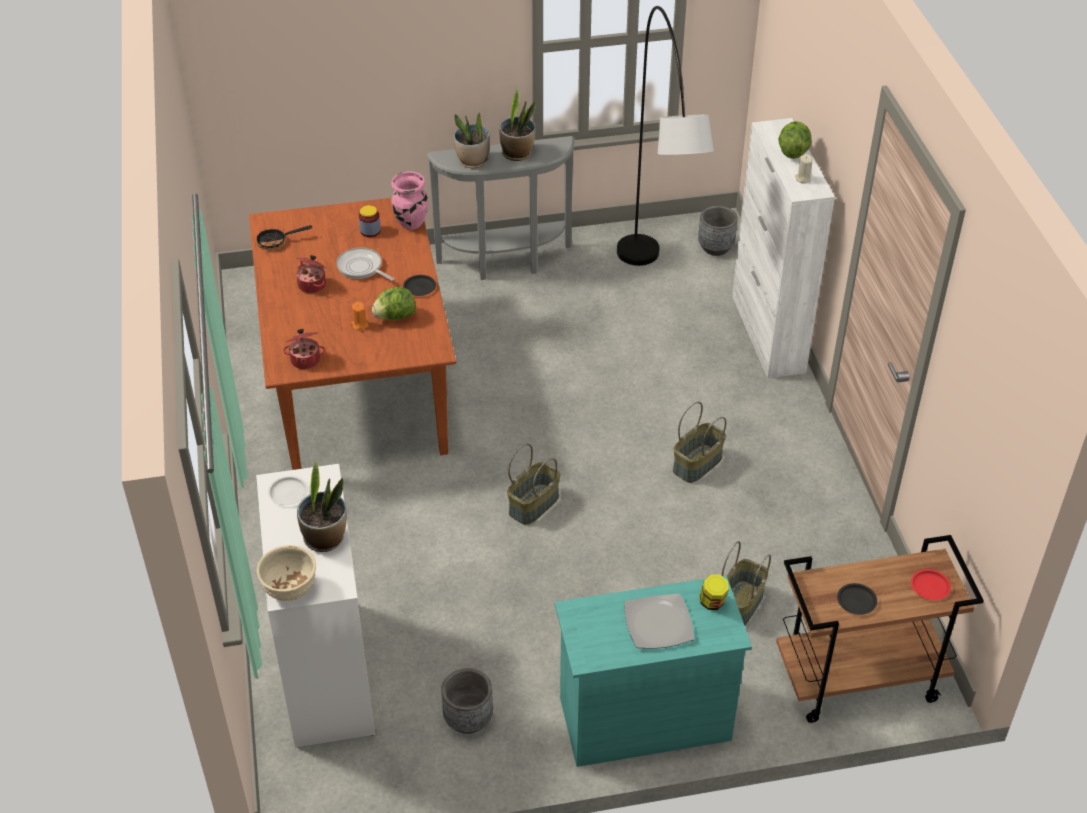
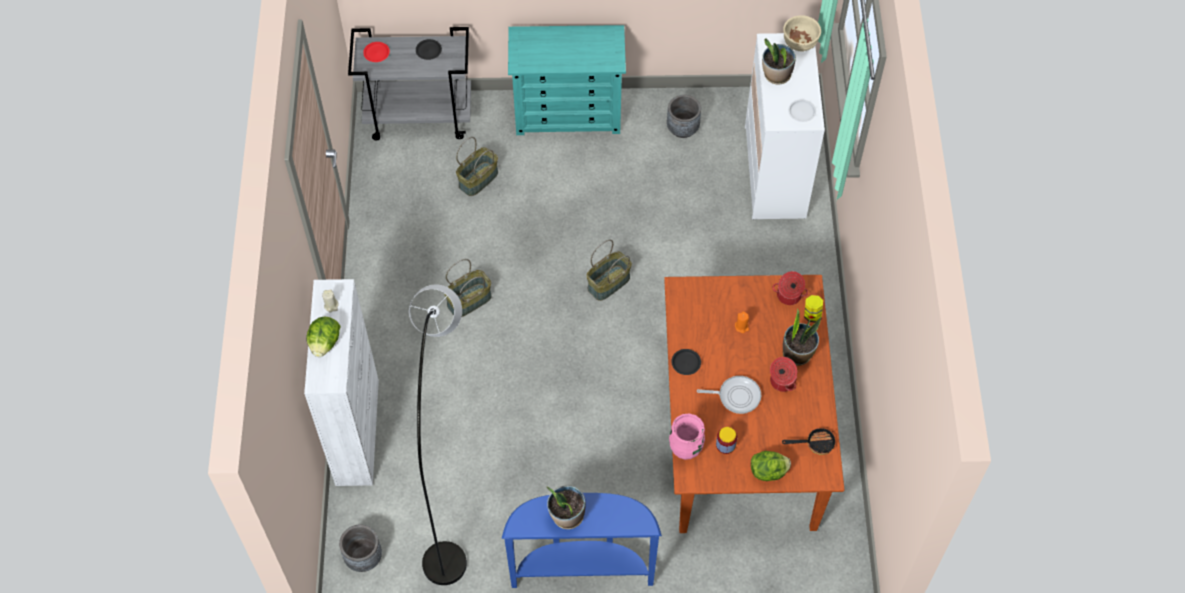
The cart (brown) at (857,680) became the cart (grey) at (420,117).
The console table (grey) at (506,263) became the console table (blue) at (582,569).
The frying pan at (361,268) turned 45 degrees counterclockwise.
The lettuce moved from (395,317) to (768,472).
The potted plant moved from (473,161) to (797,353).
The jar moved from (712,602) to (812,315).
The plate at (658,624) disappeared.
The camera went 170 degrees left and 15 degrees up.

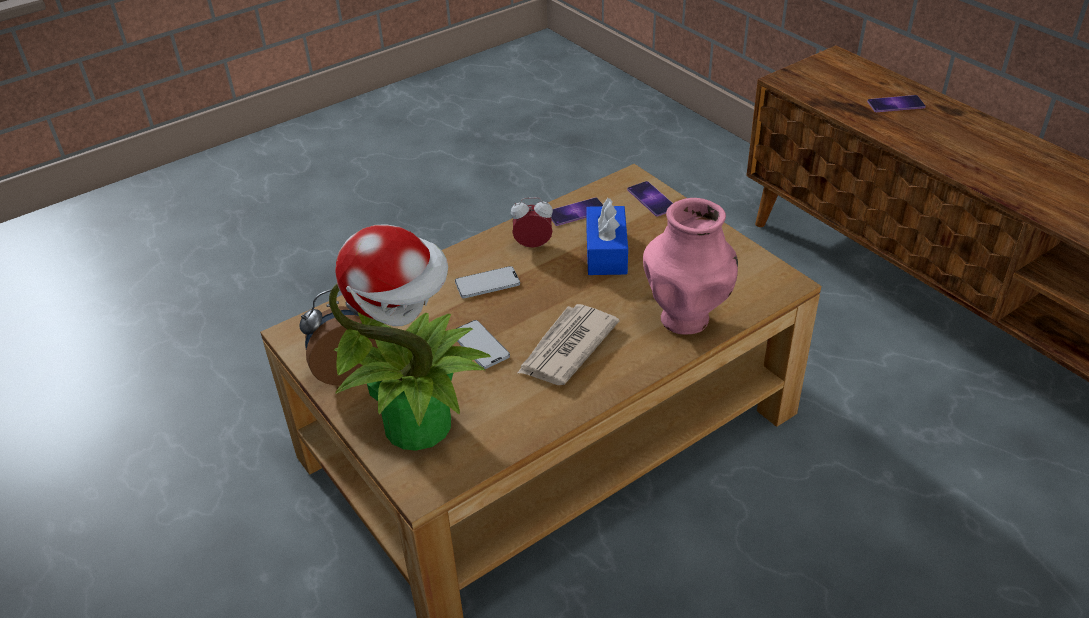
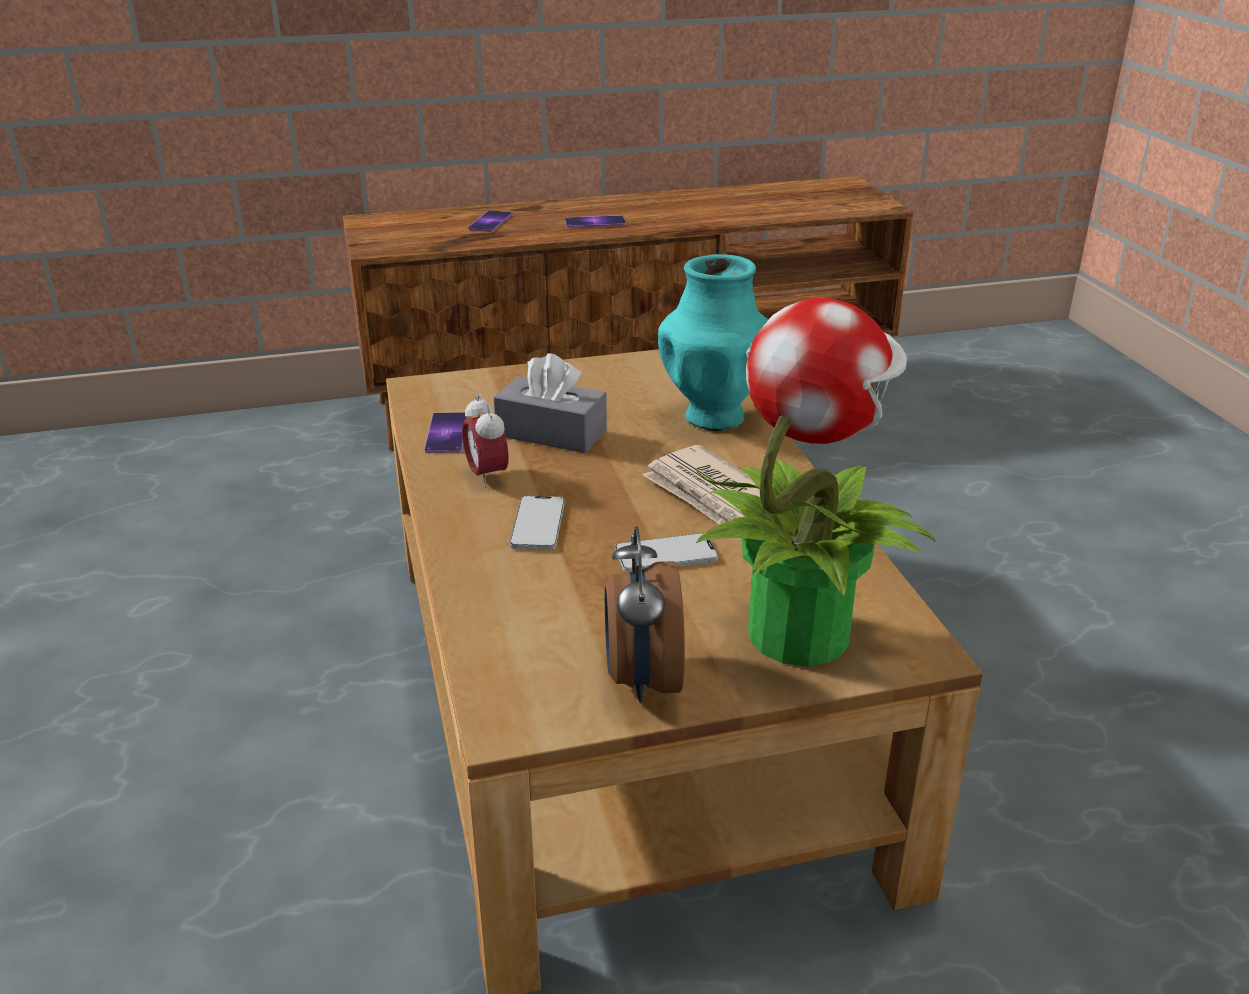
The alarm clock at (533,245) turned 45 degrees counterclockwise.
The tissue box (blue) at (606,252) became the tissue box (grey) at (551,433).
The phone moved from (651,199) to (595,222).
The vase (pink) at (686,318) became the vase (turquoise) at (714,417).
The camera went 70 degrees left and 10 degrees down.

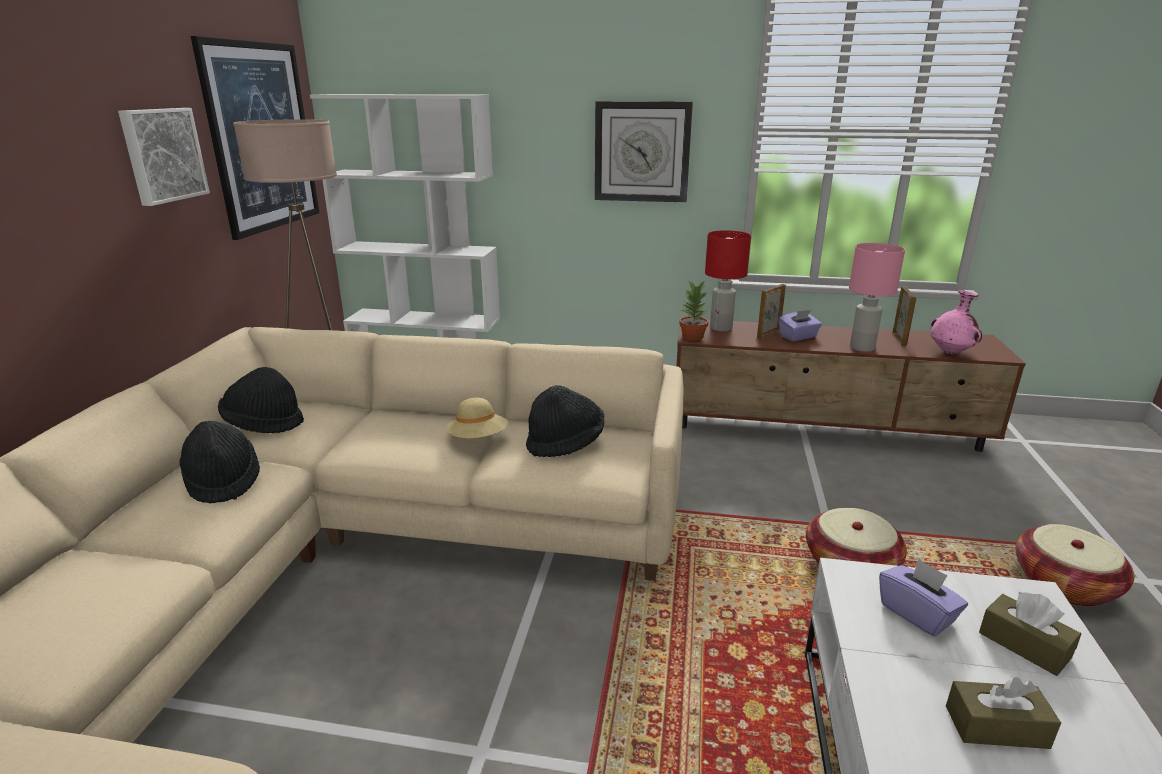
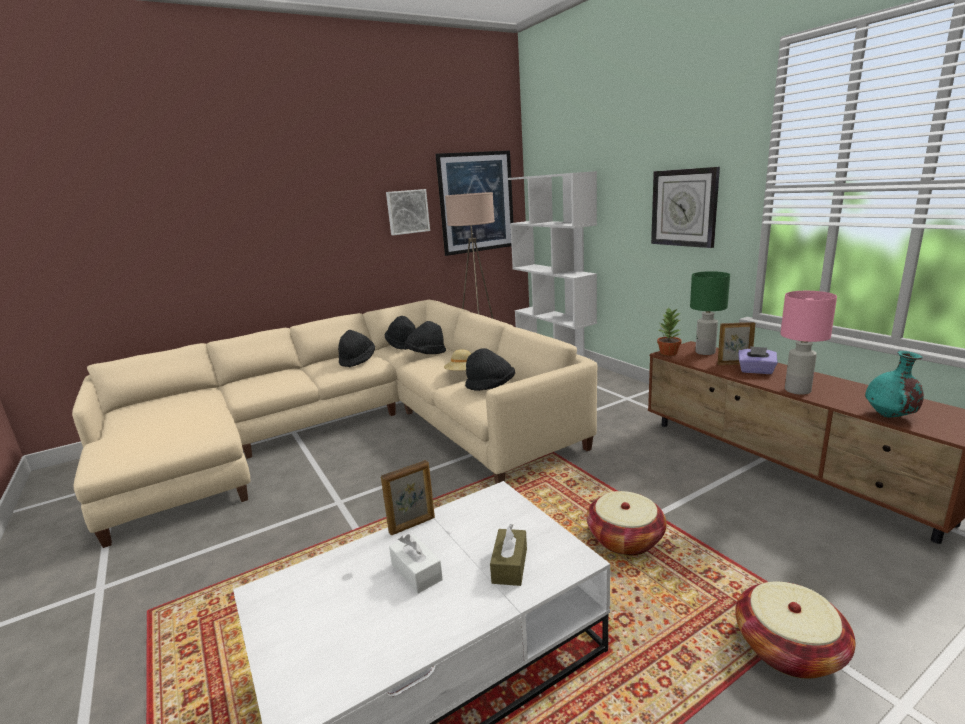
The picture frame moved from (899,339) to (412,525).
The tissue box (brown) at (996,727) became the tissue box (white) at (416,572).
The hat (black) at (426,354) appeared.
The table lamp (red) at (721,328) became the table lamp (green) at (705,352).
The vase (pink) at (950,352) became the vase (turquoise) at (890,416).
The tissue box (purple) at (917,613) disappeared.
The camera went 50 degrees right and 5 degrees down.

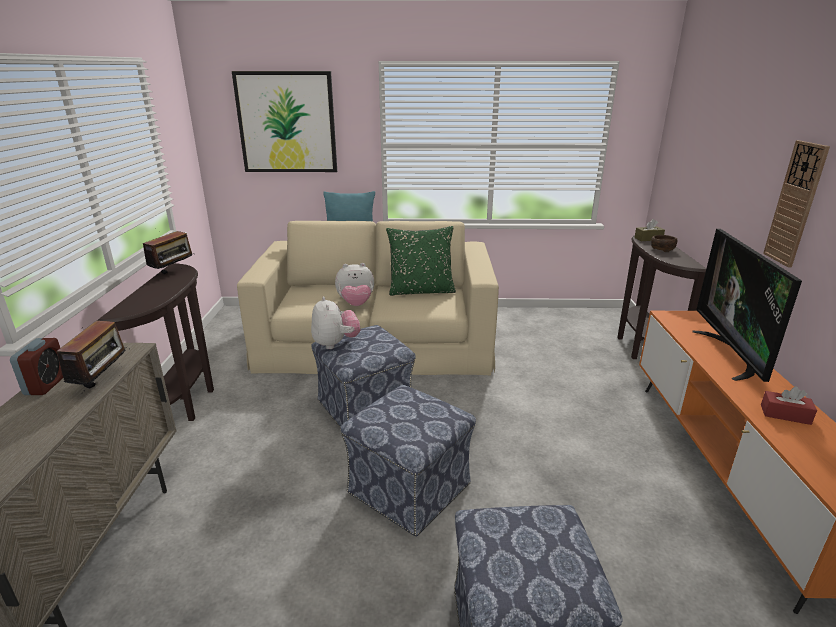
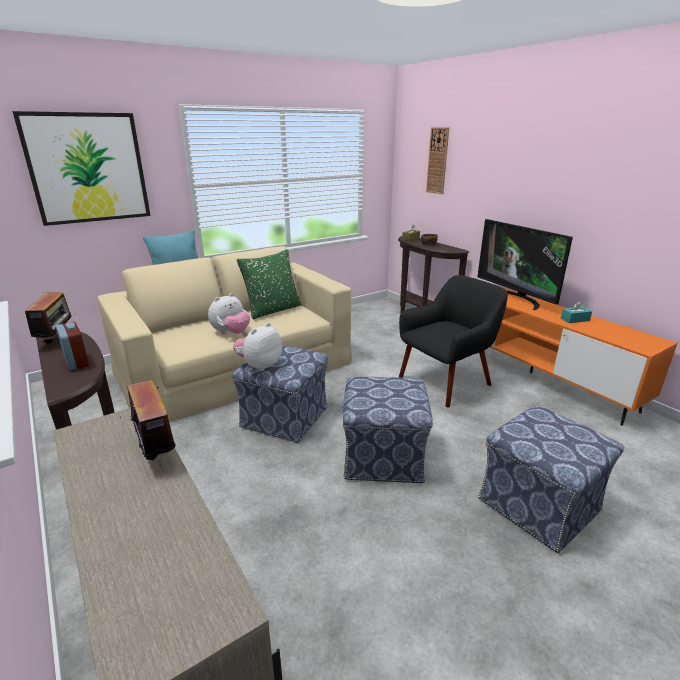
The alarm clock moved from (46,384) to (77,362).
The plush toy at (335,344) turned 90 degrees counterclockwise.
The armchair (black) at (446,381) appeared.
The wall clock moved from (795,204) to (437,161).
The tissue box (red) at (785,414) became the tissue box (turquoise) at (575,319).
The camera went 35 degrees left and 0 degrees up.

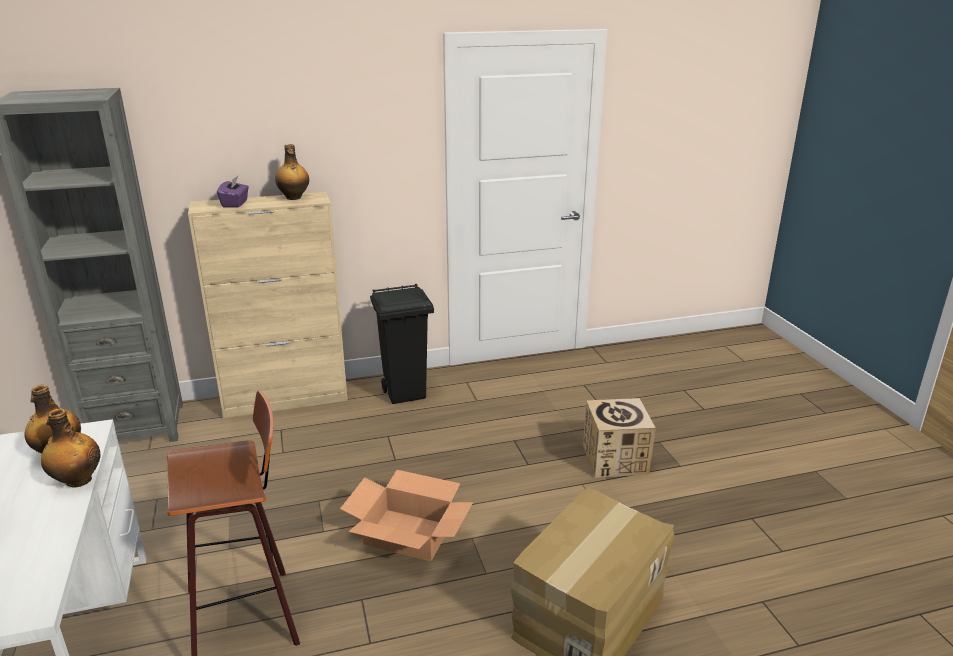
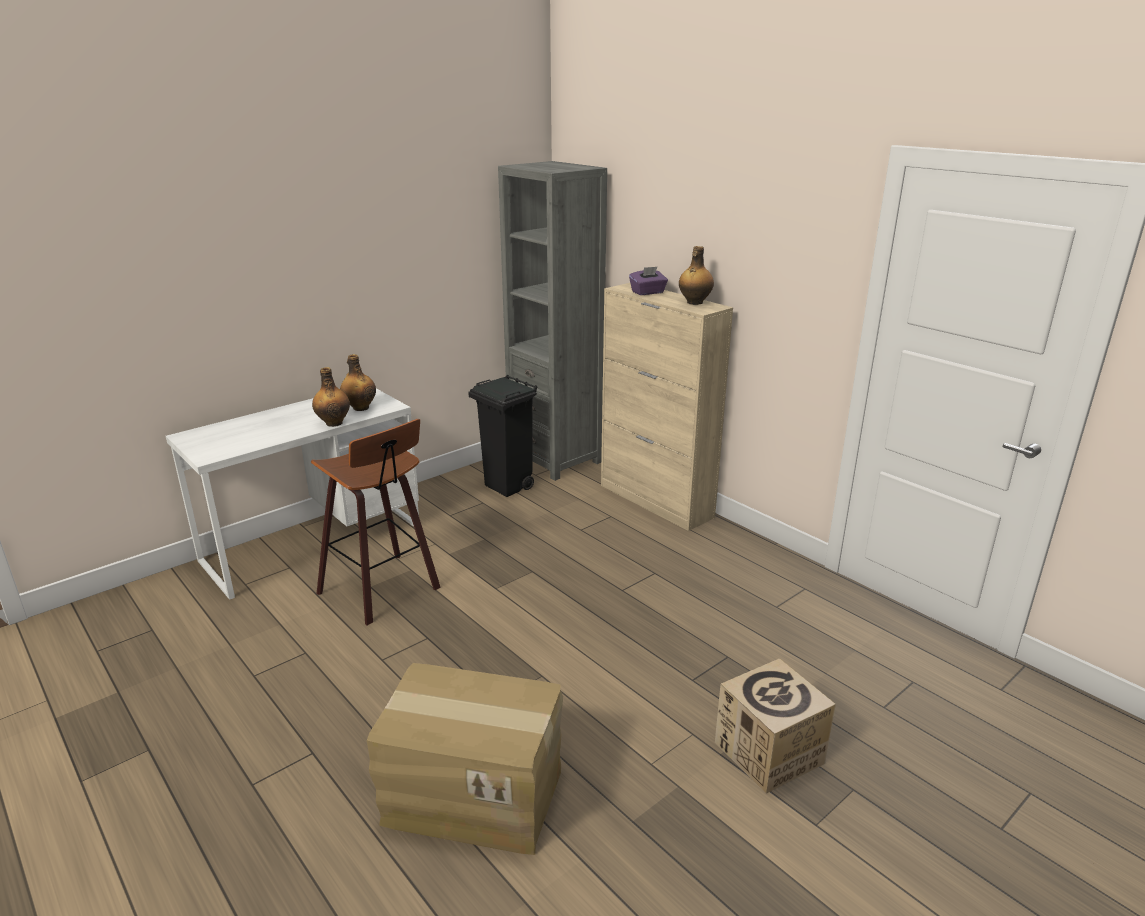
The trash can (black) moved from (406,394) to (508,487).
The cardboard box at (408,534) disappeared.
The camera went 65 degrees right and 0 degrees up.

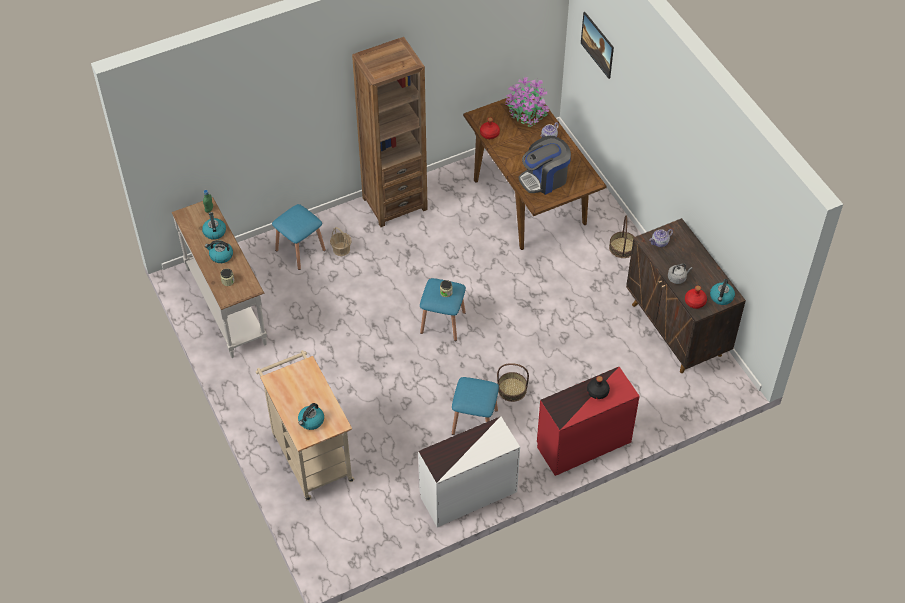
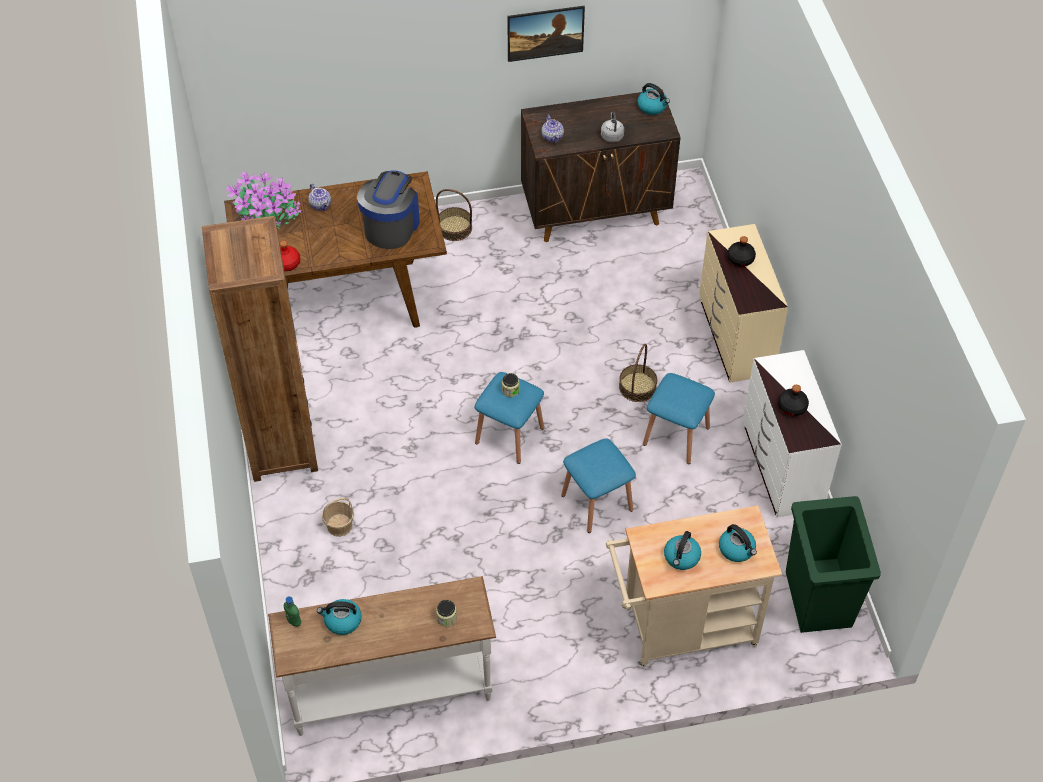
The coffee machine at (544,179) turned 150 degrees counterclockwise.
The picture moved from (596,52) to (545,44).
The stool (blue) moved from (300,250) to (597,502).
The kettle moved from (221,256) to (681,557).
The dresser (red) at (583,443) became the dresser (beige) at (734,337).
The bottle (black) at (792,407) appeared.
The trash can (green) at (818,598) appeared.
The bottle (red) at (694,302) disappeared.
The camera went 75 degrees left and 0 degrees up.

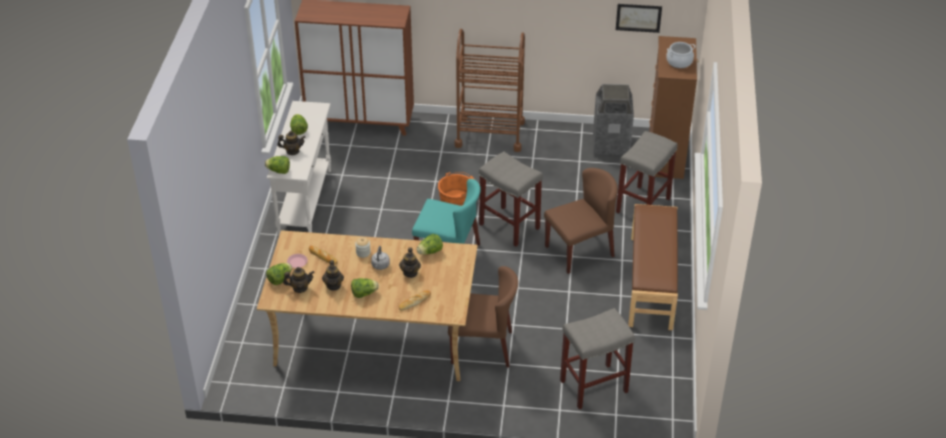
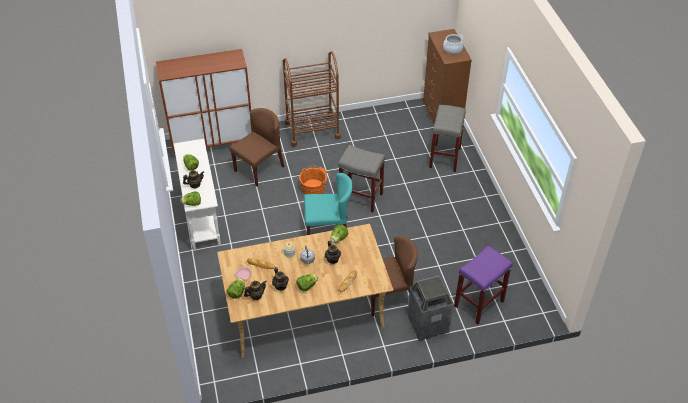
The chair (brown) moved from (579,251) to (259,168).
The trash can moved from (610,145) to (427,324).
The stool (grey) at (593,387) became the stool (purple) at (478,304).
The picture at (638,17) disappeared.
The bench (brown) at (652,282) disappeared.
The camera went 20 degrees left and 5 degrees up.

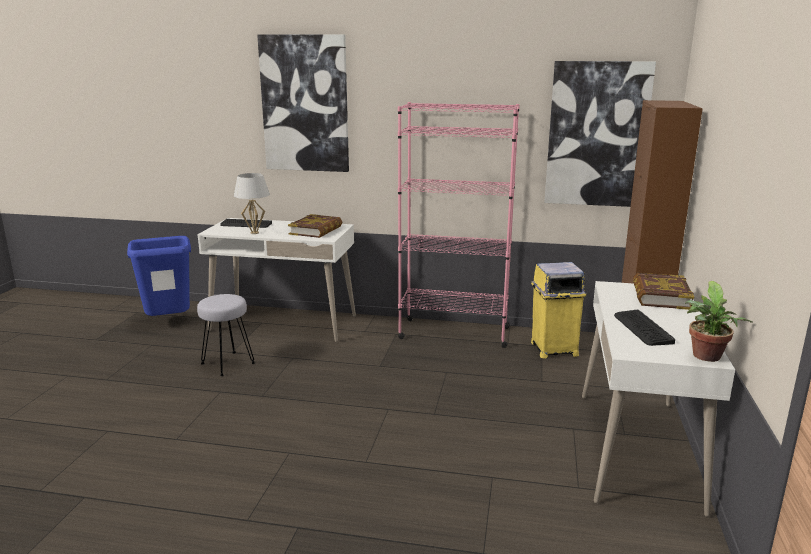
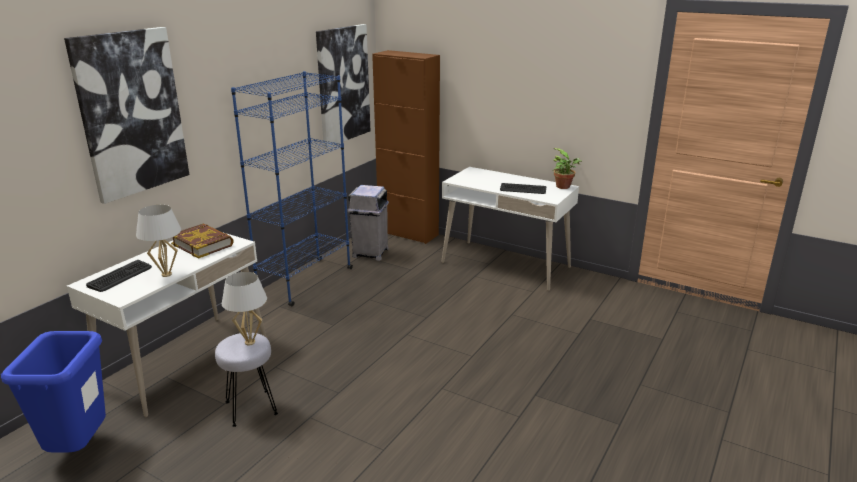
The table lamp (white) at (250,342) appeared.
The bookcase (pink) at (453,333) became the bookcase (blue) at (305,281).
The trash can (yellow) at (553,349) became the trash can (grey) at (370,253).
The book at (660,296) disappeared.
The camera went 70 degrees left and 5 degrees up.

